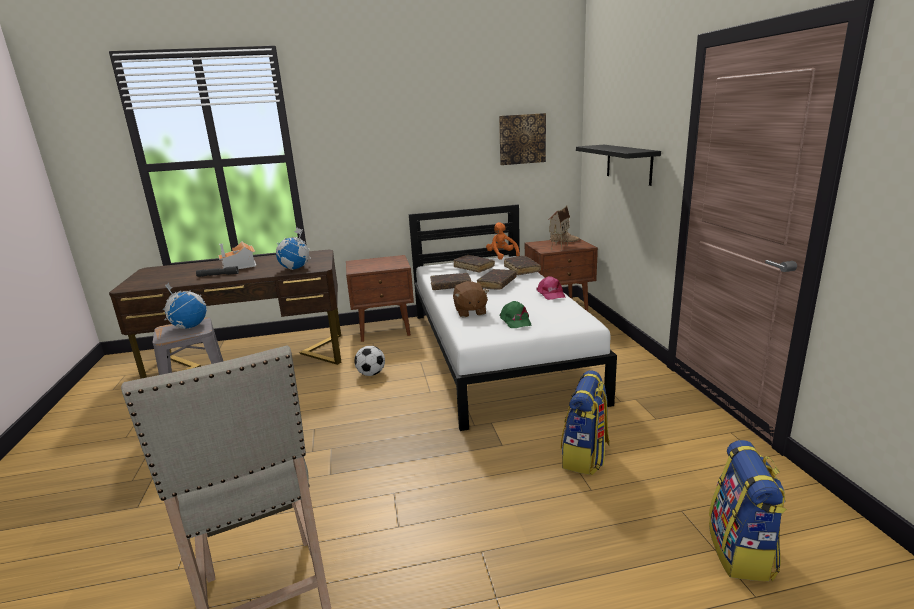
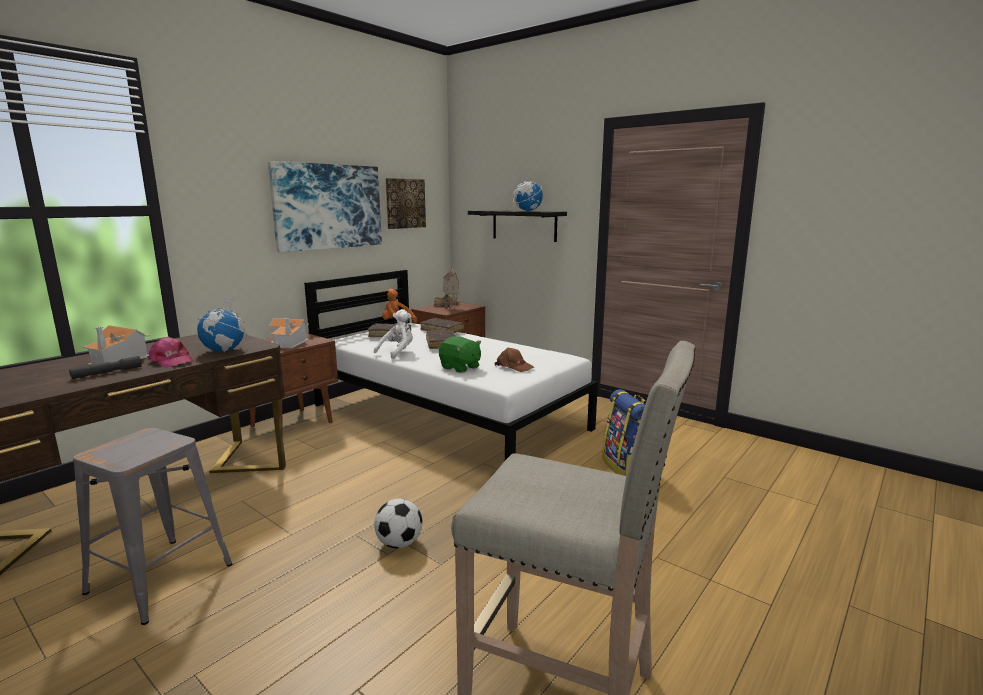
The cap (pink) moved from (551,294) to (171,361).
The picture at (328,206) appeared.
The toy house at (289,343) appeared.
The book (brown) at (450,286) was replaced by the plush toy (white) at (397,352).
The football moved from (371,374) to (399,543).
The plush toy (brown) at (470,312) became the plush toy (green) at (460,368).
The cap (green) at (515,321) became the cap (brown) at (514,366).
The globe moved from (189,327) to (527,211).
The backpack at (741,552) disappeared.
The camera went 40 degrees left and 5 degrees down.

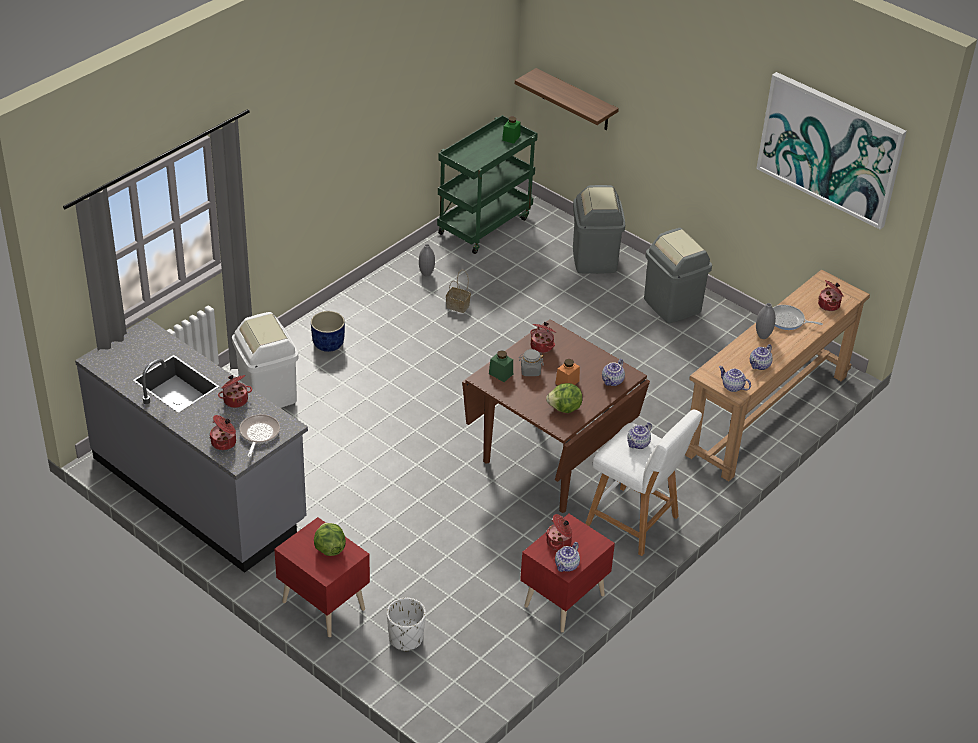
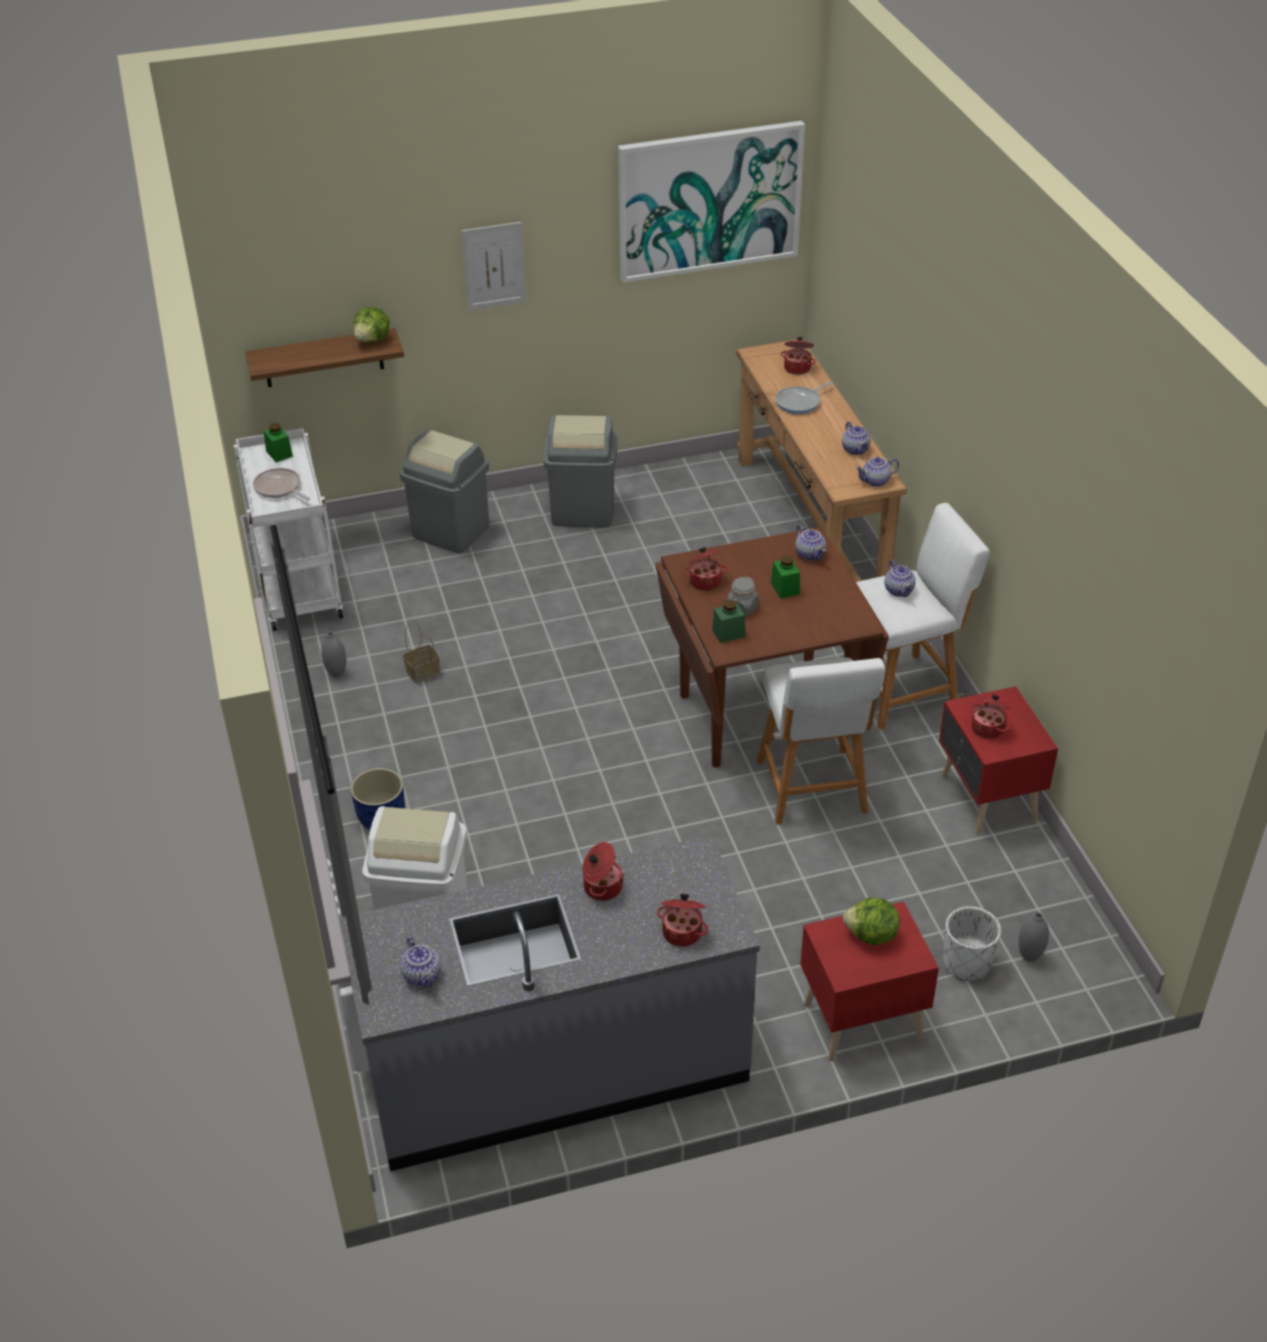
The cart (green) at (484,224) became the cart (white) at (297,587).
The frying pan moved from (259,434) to (279,488).
The lettuce moved from (564,409) to (373,340).
The teapot moved from (566,566) to (423,976).
The picture at (494,266) appeared.
The stool (white) at (812,791) appeared.
The jar (orange) at (567,382) became the jar (green) at (785,588).
The vase (grey) moved from (763,336) to (1029,956).
The camera went 55 degrees left and 0 degrees up.

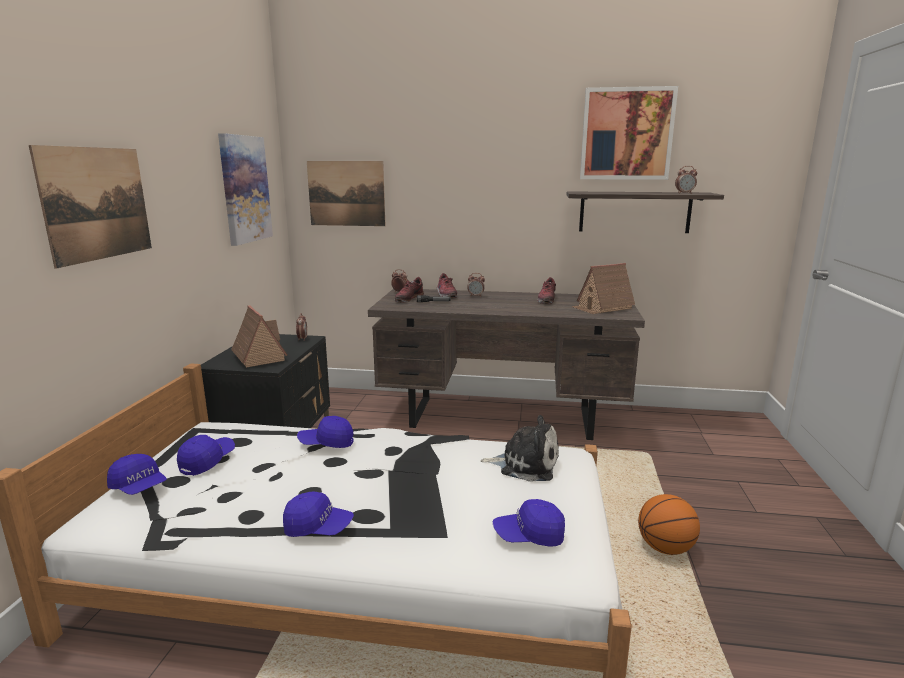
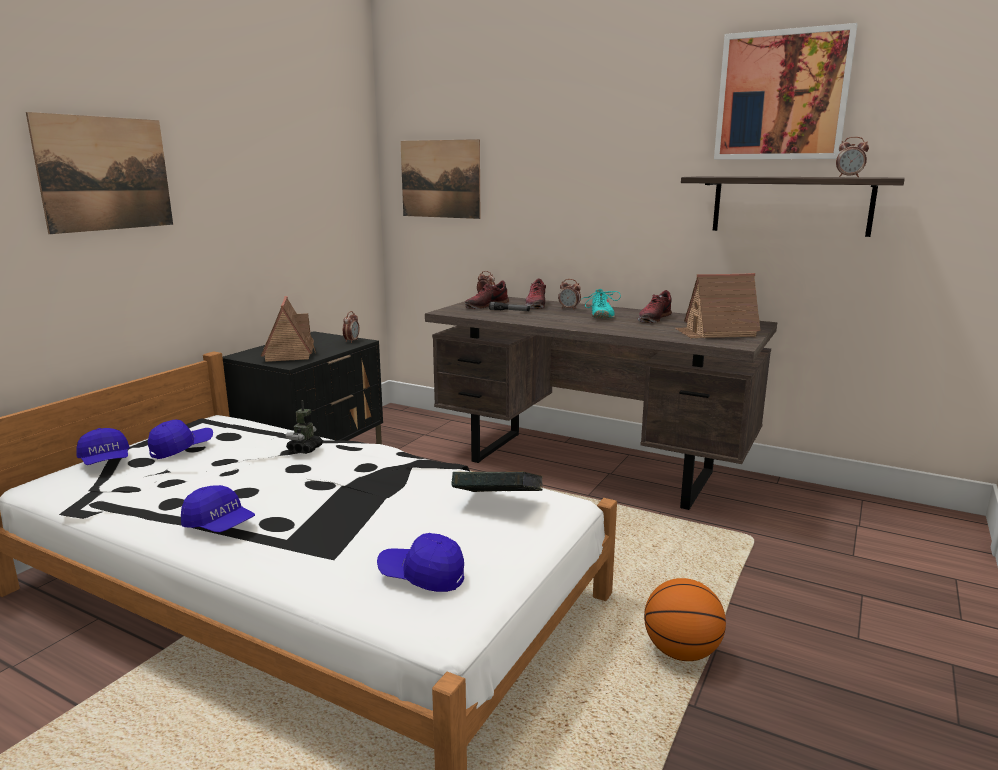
The cap (blue) at (326,443) was replaced by the toy robot at (305,449).
The plush toy at (525,464) was replaced by the book at (497,505).
The shoe (turquoise) at (600,315) appeared.
The picture at (245,189) disappeared.
The camera went 20 degrees right and 0 degrees up.

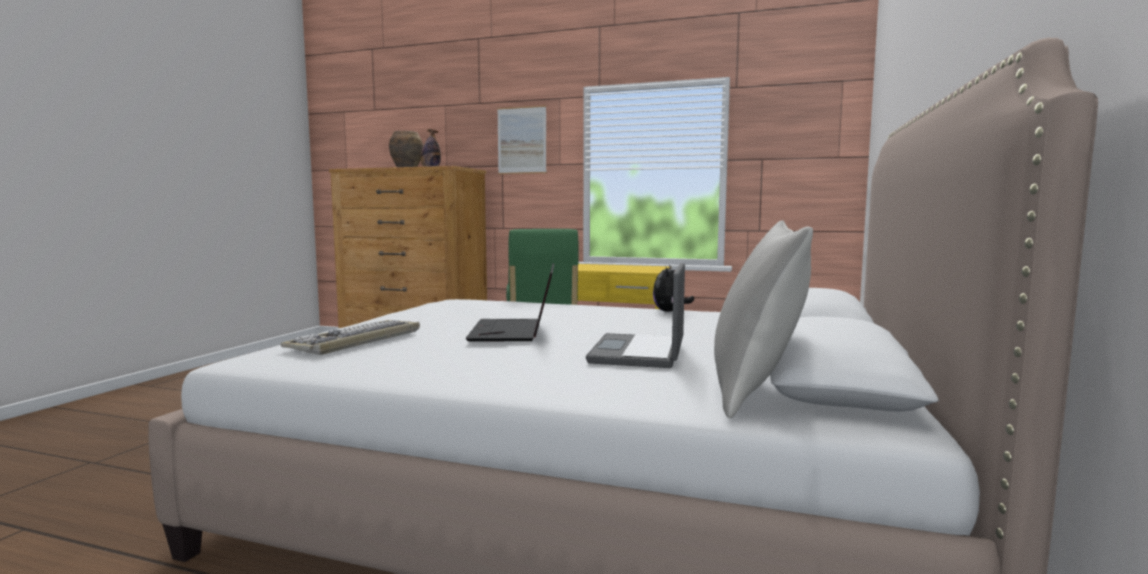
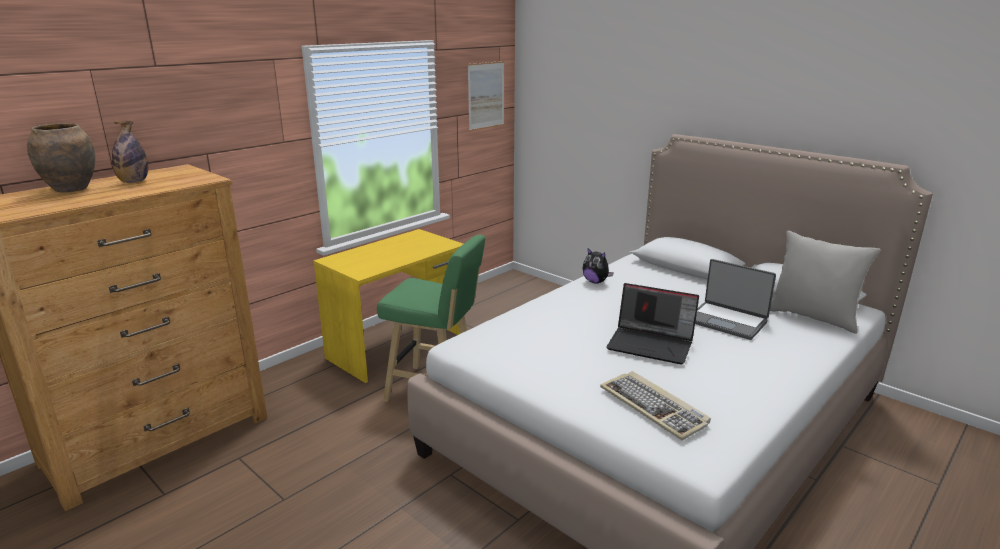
The picture moved from (522,140) to (486,95).
The camera went 65 degrees left and 15 degrees up.

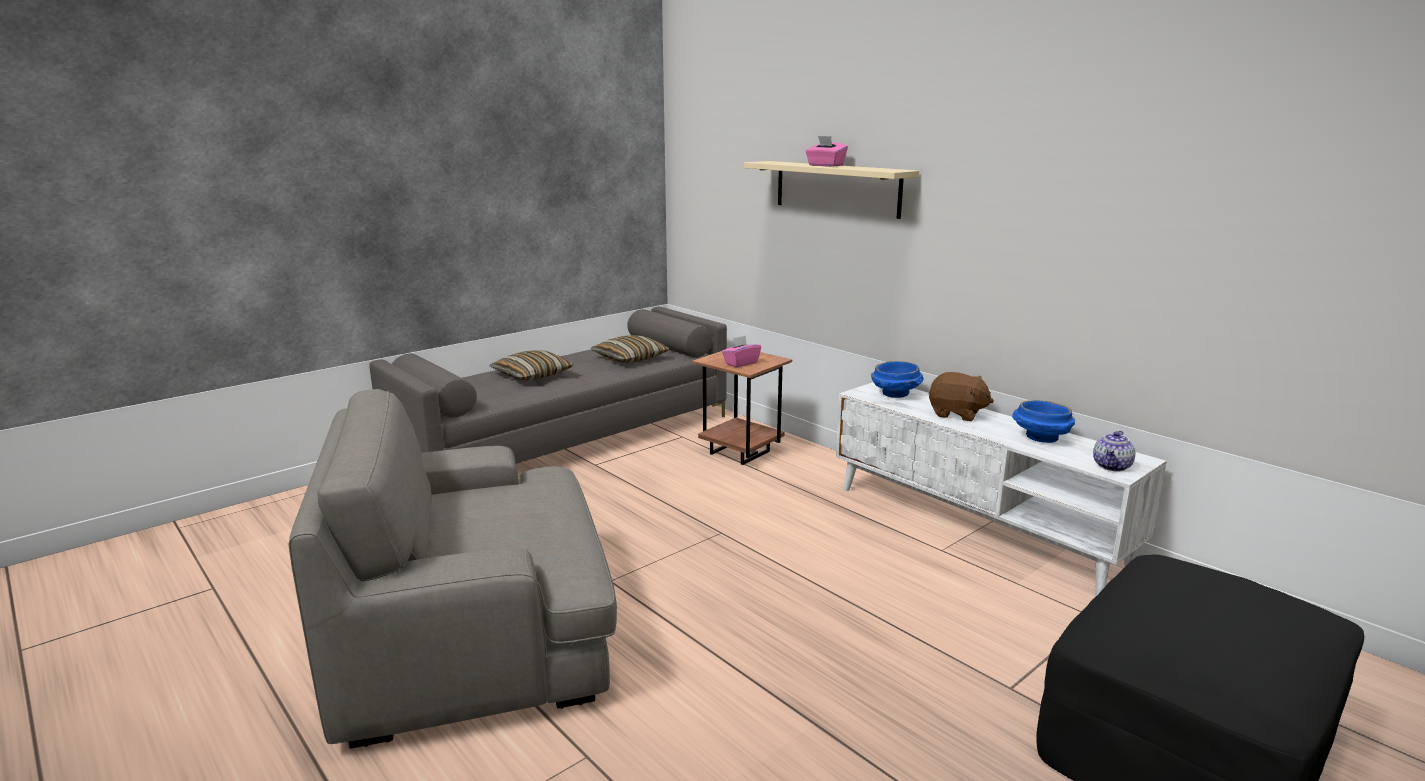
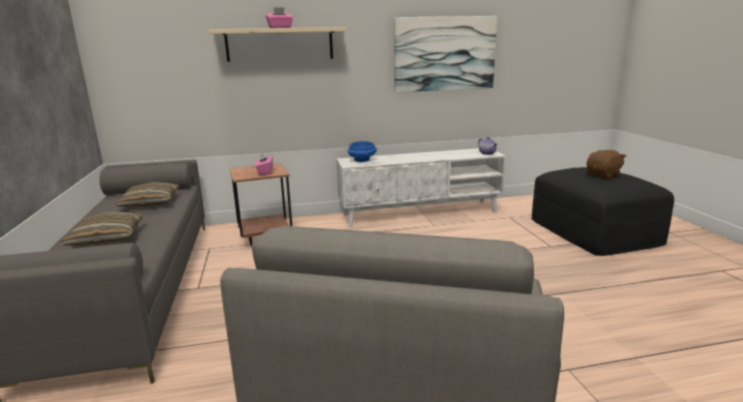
The picture at (444,54) appeared.
The plush toy (brown) moved from (957,414) to (603,175).
The bowl (blue) at (1040,438) disappeared.
The camera went 60 degrees left and 0 degrees up.

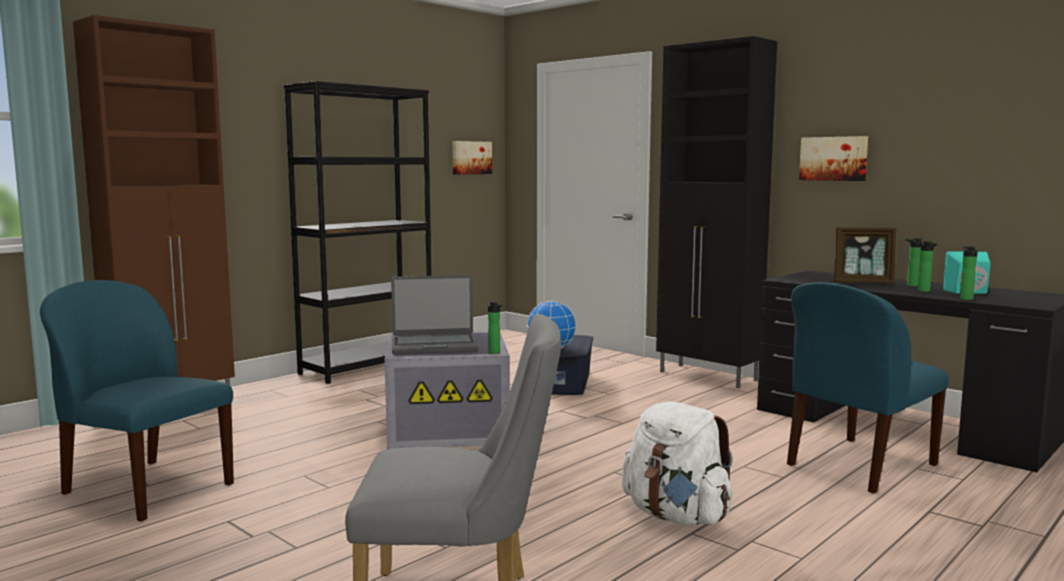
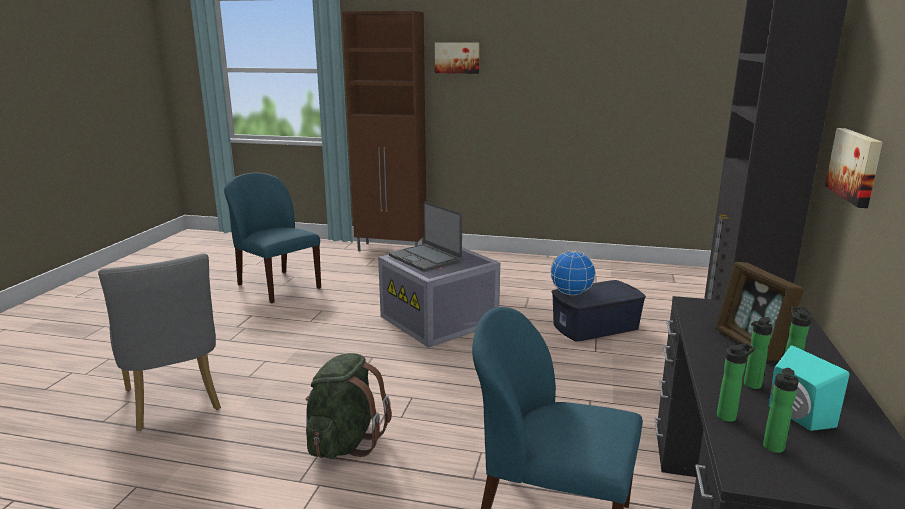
The chair (blue) at (146,489) turned 45 degrees counterclockwise.
The backpack (white) at (676,516) became the backpack (green) at (344,442).
The picture moved from (471,157) to (457,58).
The bottle moved from (495,352) to (773,449).
The bookcase (black) at (368,366) disappeared.
The camera went 60 degrees right and 10 degrees up.

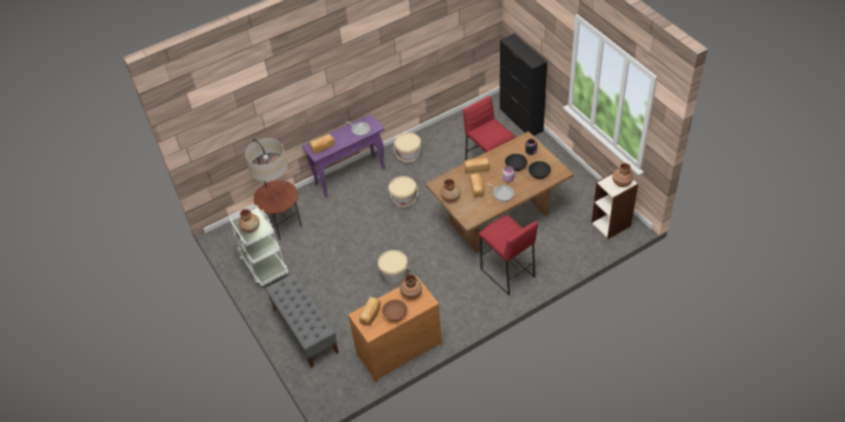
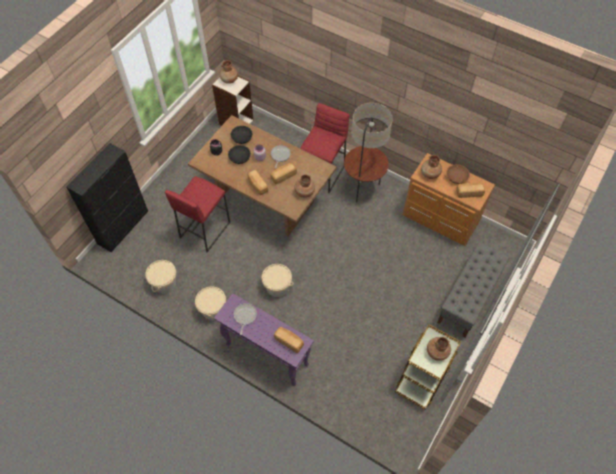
The bucket (beige) moved from (394,274) to (164,283).
The floor lamp moved from (283,225) to (362,189).
The cart (white) at (264,264) became the cart (brown) at (422,377).
The camera went 120 degrees left and 10 degrees up.

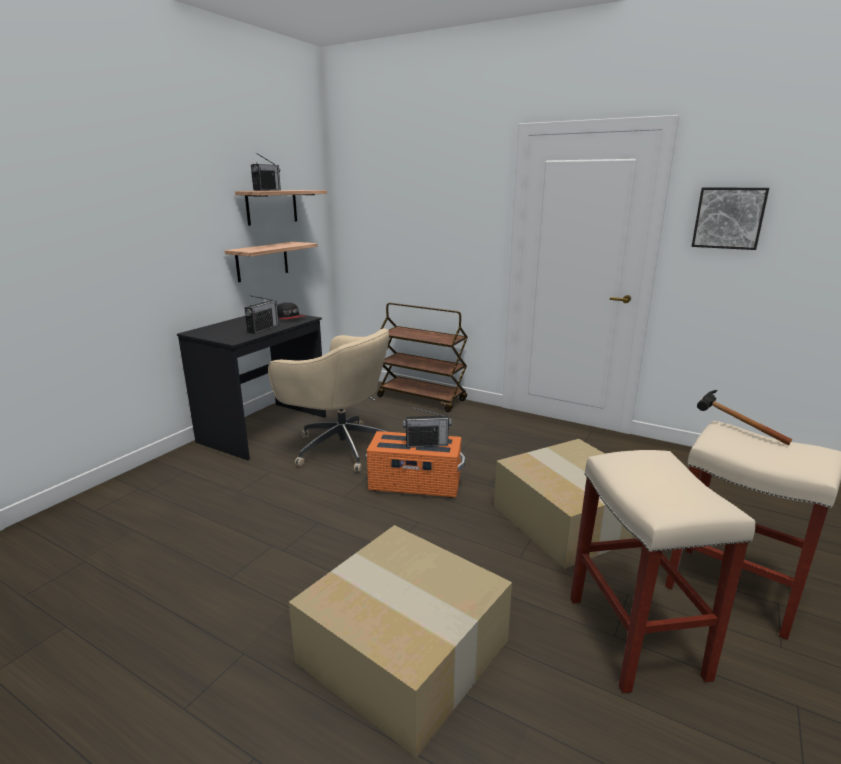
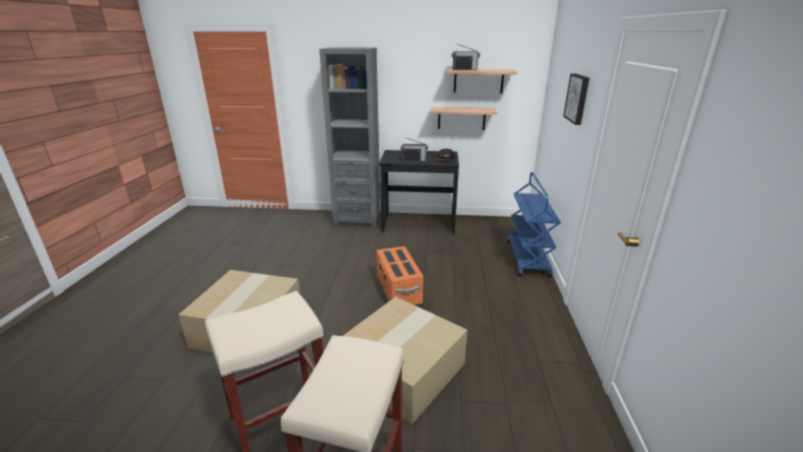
The bookcase (grey) at (357,219) appeared.
The cart (brown) at (422,398) became the cart (blue) at (528,259).
The picture moved from (728,218) to (578,98).
The office chair (beige) at (340,447) disappeared.
The radio at (427,444) disappeared.
The hammer at (728,428) disappeared.
The camera went 65 degrees right and 5 degrees up.

